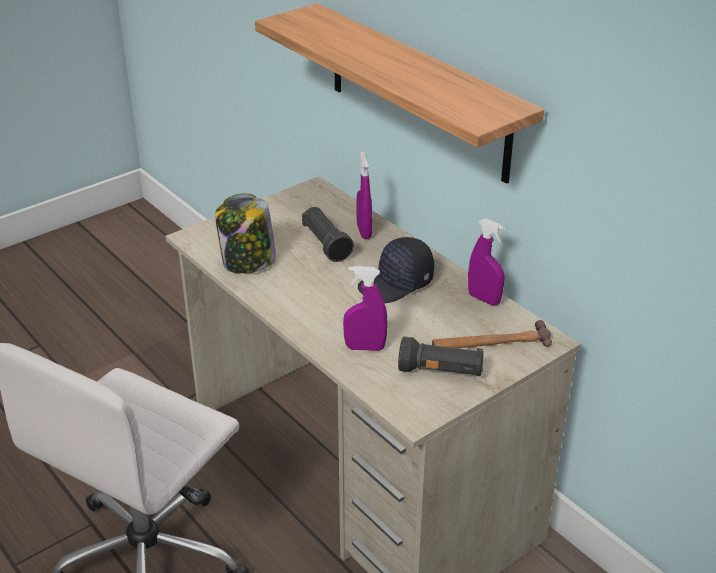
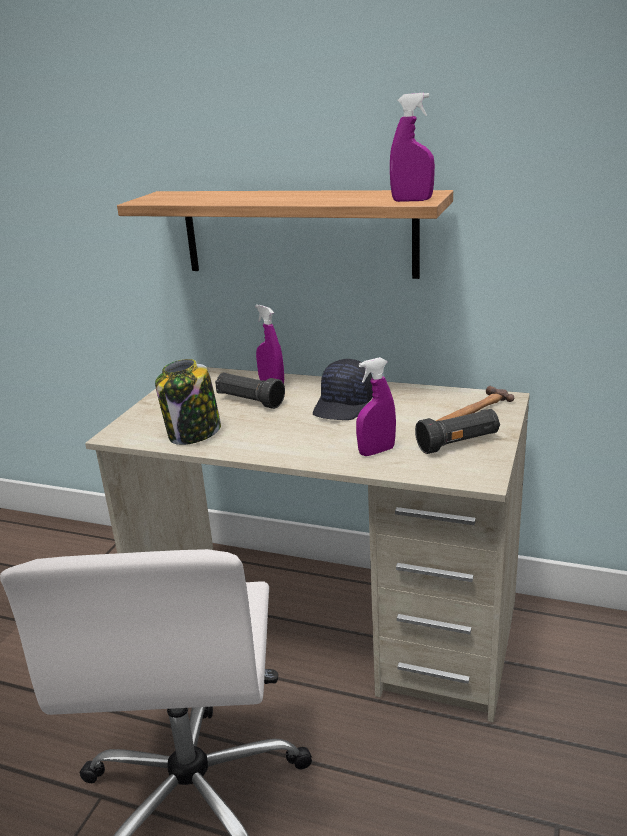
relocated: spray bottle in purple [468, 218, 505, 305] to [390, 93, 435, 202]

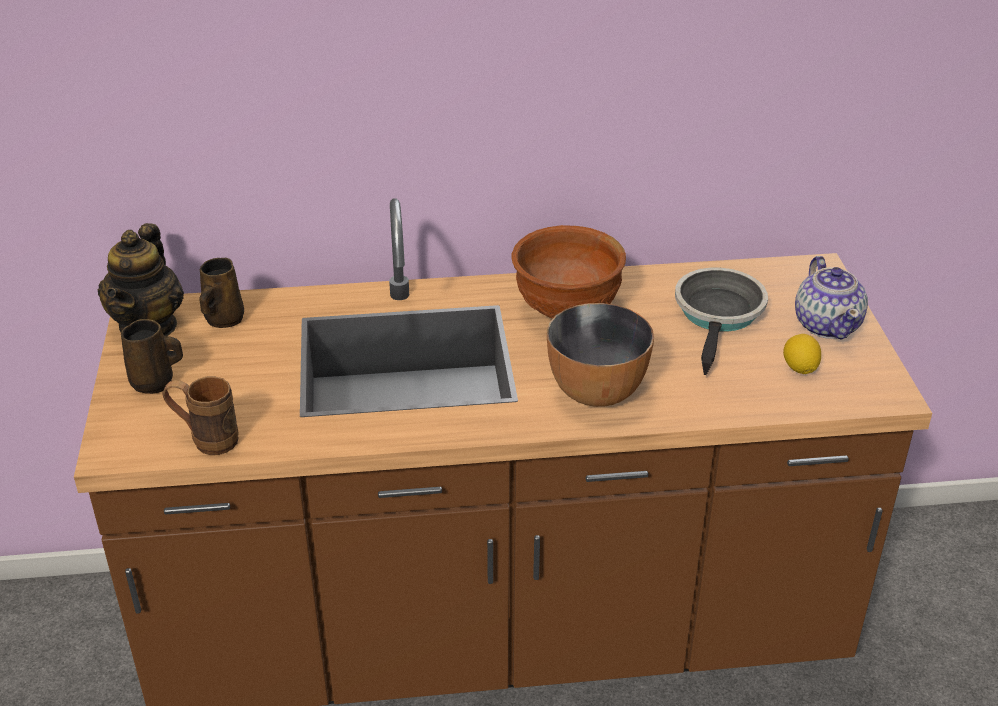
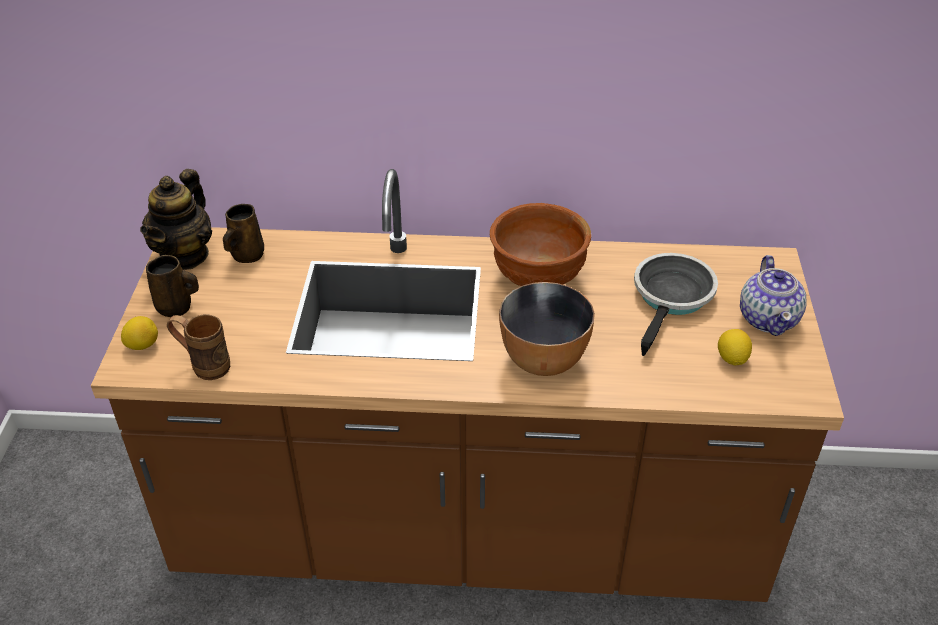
appeared: lemon [121, 316, 158, 350]

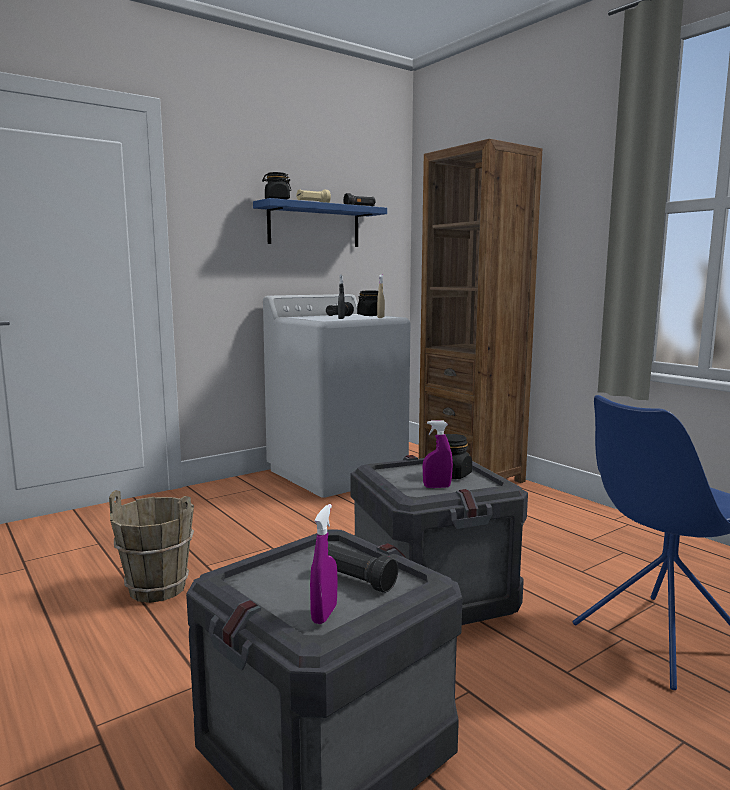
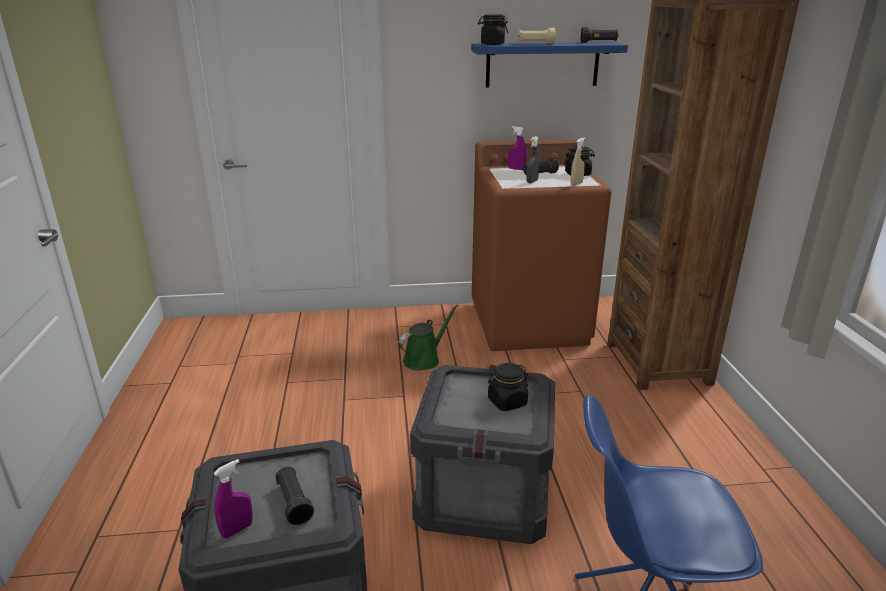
missing: bucket in brown [109, 490, 194, 603]
appeared: watering can in green [398, 304, 459, 370]
relocated: spray bottle in purple [423, 421, 453, 488] to [508, 126, 526, 170]
colour: washing machine in white [263, 294, 410, 498] to washing machine in brown [472, 139, 611, 351]

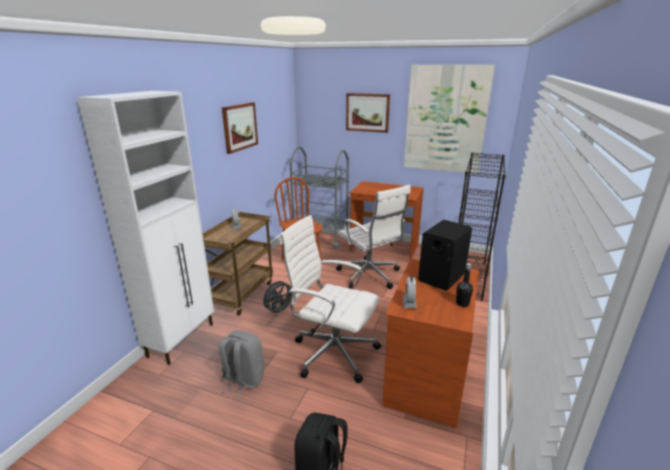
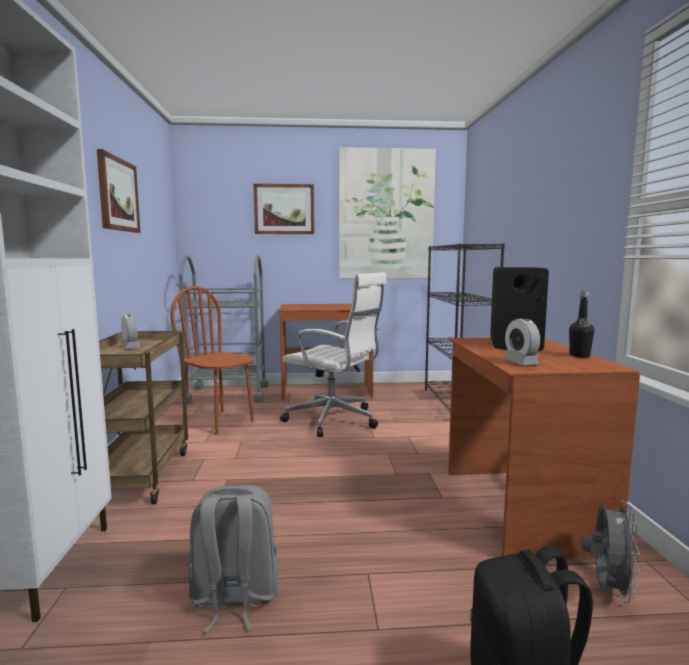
missing: office chair in white [280, 215, 381, 383]
relocated: fan in grey [263, 281, 291, 316] to [581, 501, 640, 603]

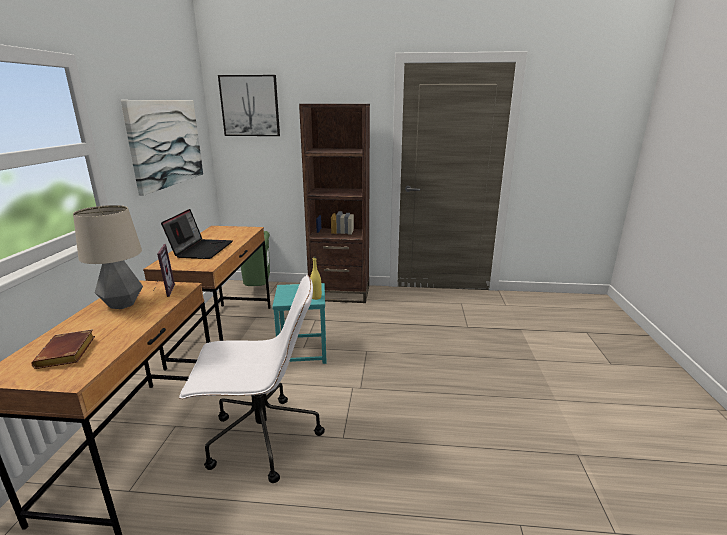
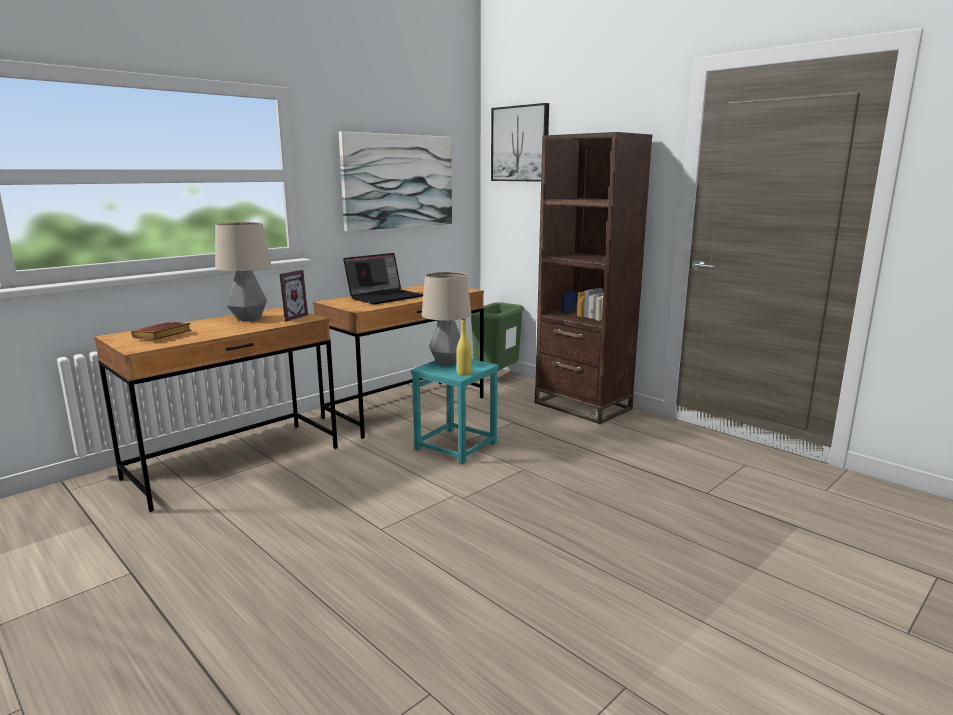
missing: office chair in white [179, 275, 325, 483]
appeared: table lamp [422, 272, 471, 366]

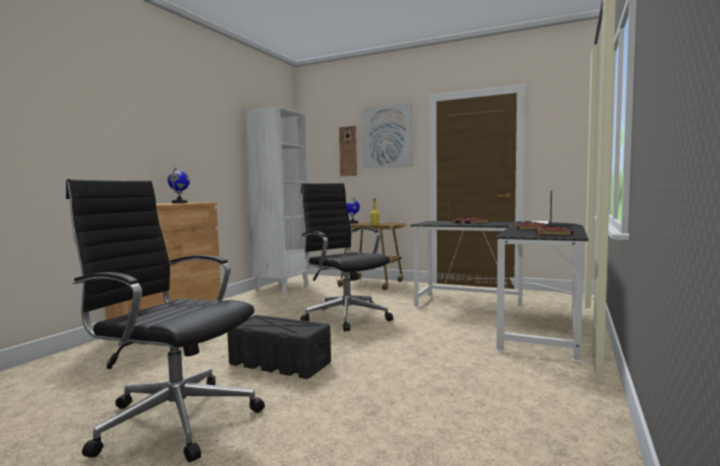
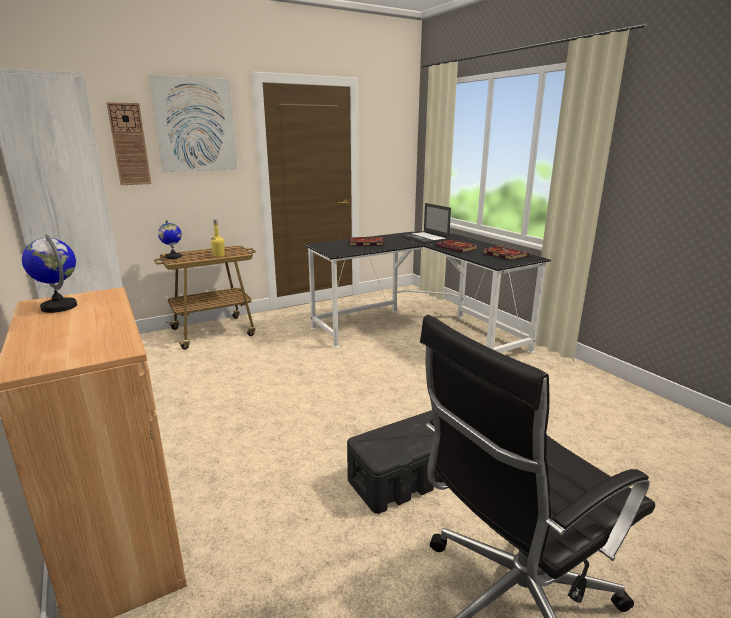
missing: office chair in black [301, 183, 393, 331]

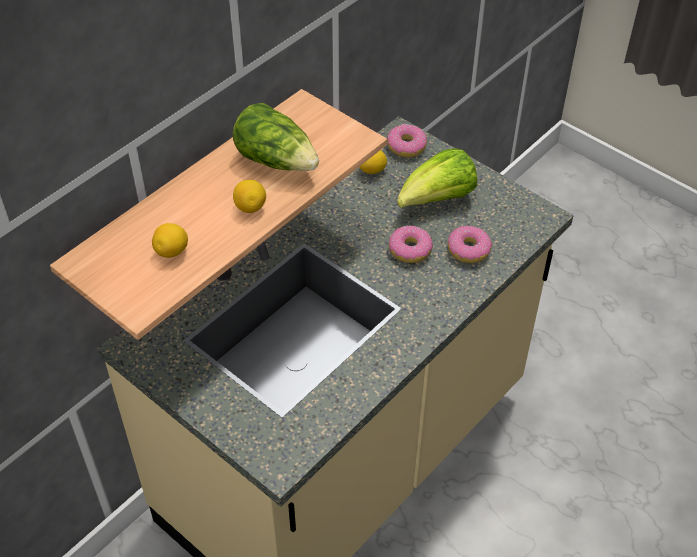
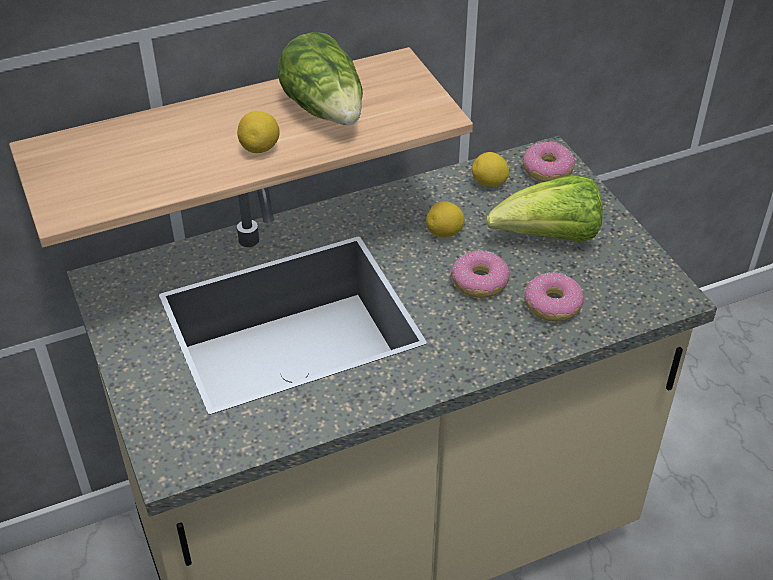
relocated: lemon [152, 223, 188, 258] to [426, 201, 465, 237]

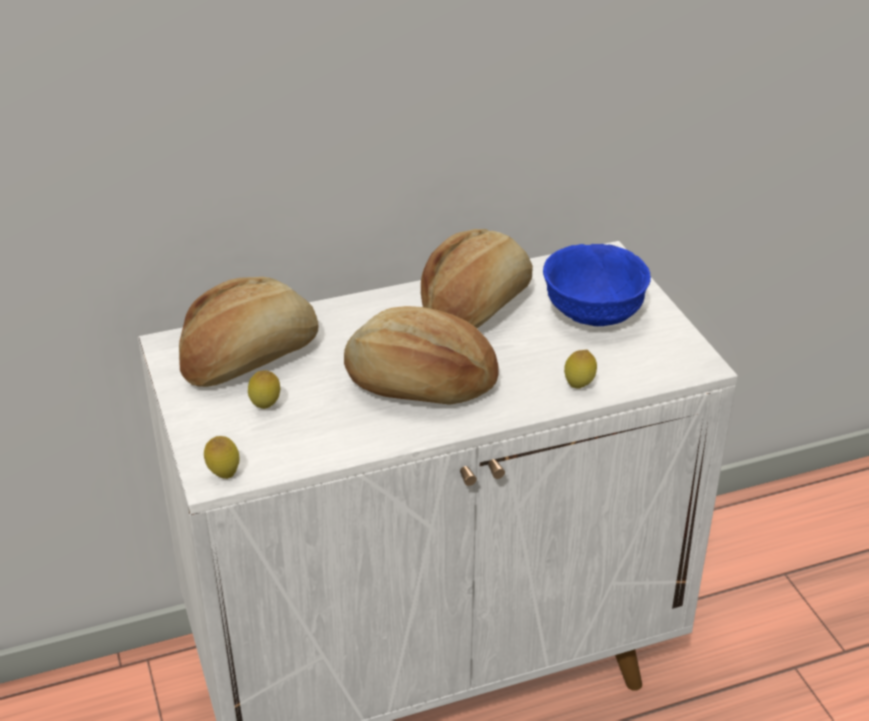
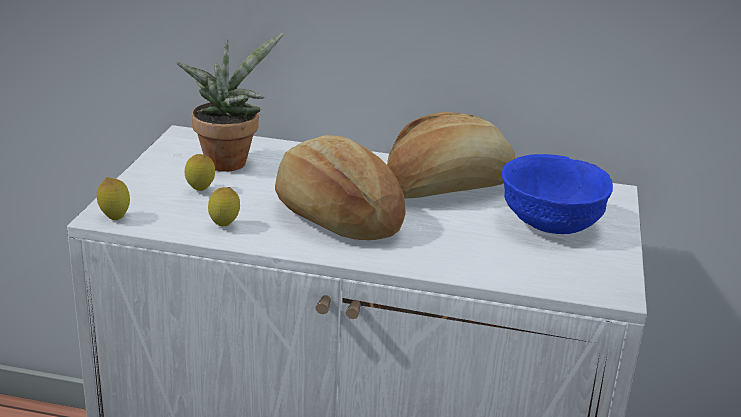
relocated: lemon [564, 350, 597, 389] to [208, 187, 240, 226]
exchanged: bread [179, 277, 318, 387] to potted plant [177, 33, 284, 172]

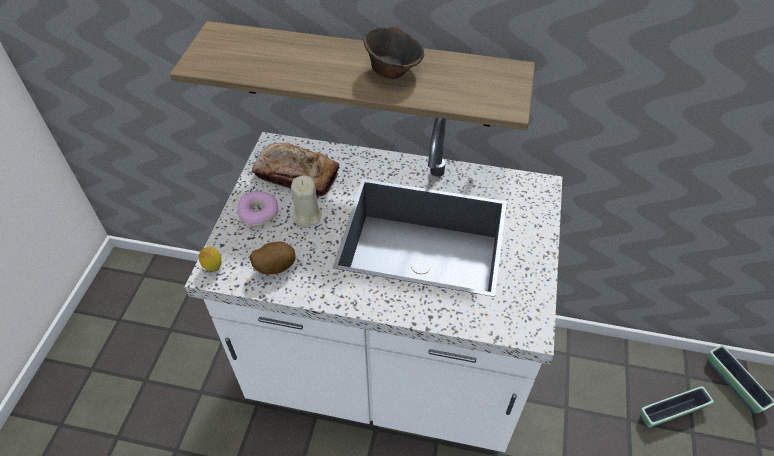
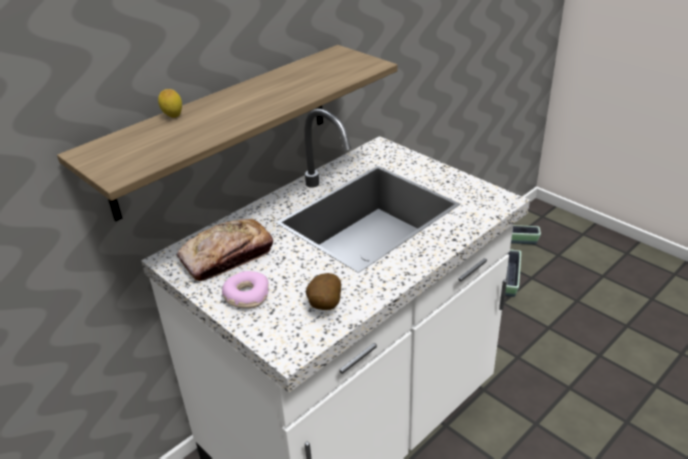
missing: candle in beige [291, 175, 321, 227]; bowl in brown [363, 26, 424, 79]
relocated: lemon [199, 247, 222, 272] to [158, 89, 182, 118]

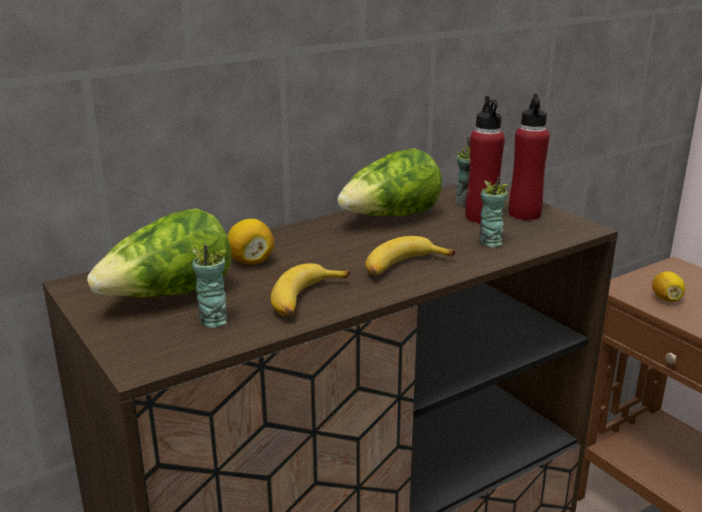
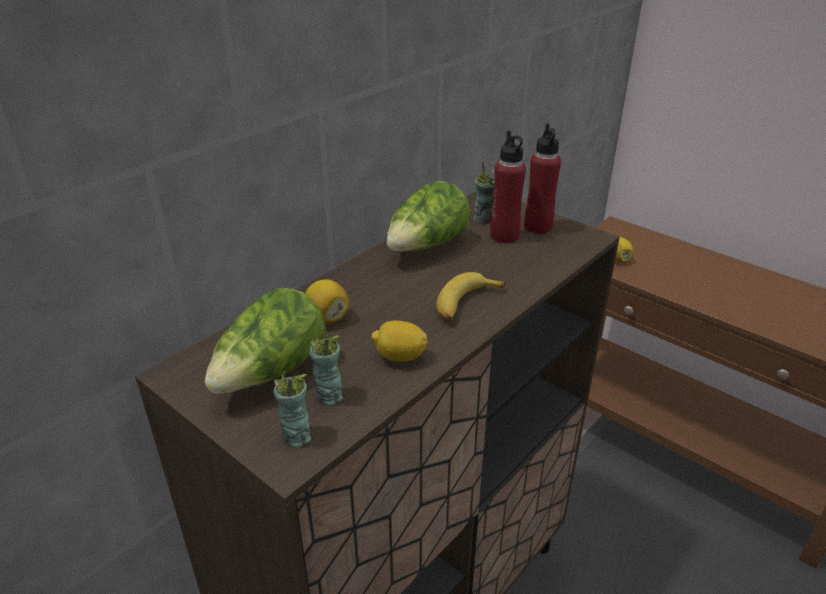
relocated: cup [479, 177, 509, 247] to [273, 371, 311, 448]
exchanged: banana [271, 263, 350, 317] to lemon [371, 321, 428, 362]

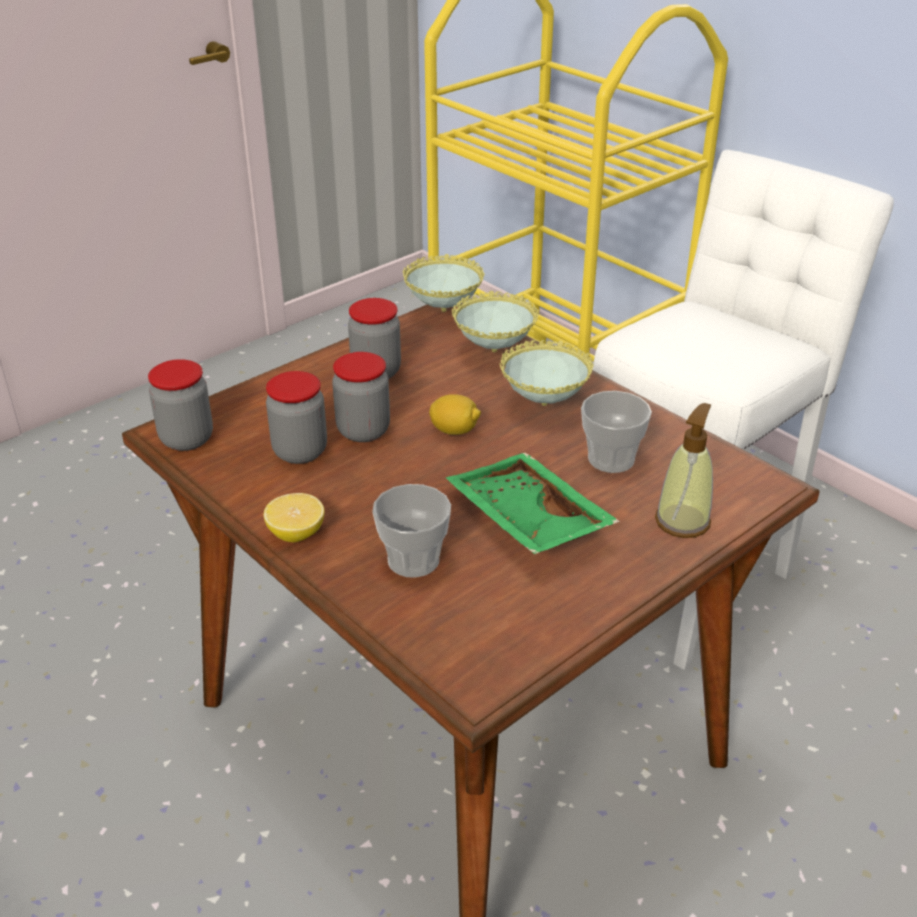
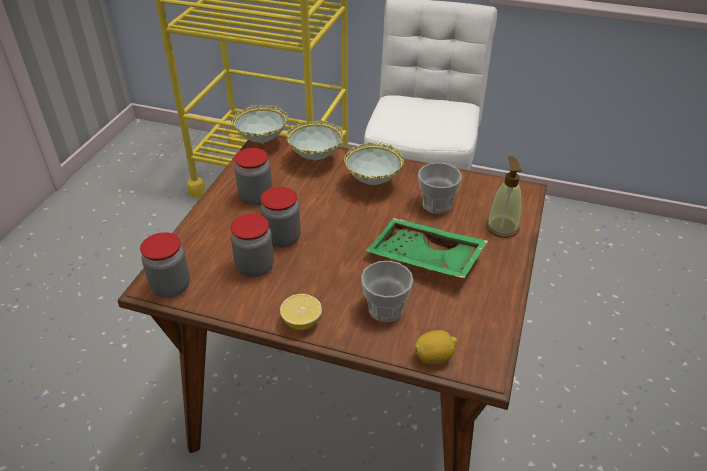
relocated: lemon [429, 394, 481, 435] to [415, 330, 457, 365]

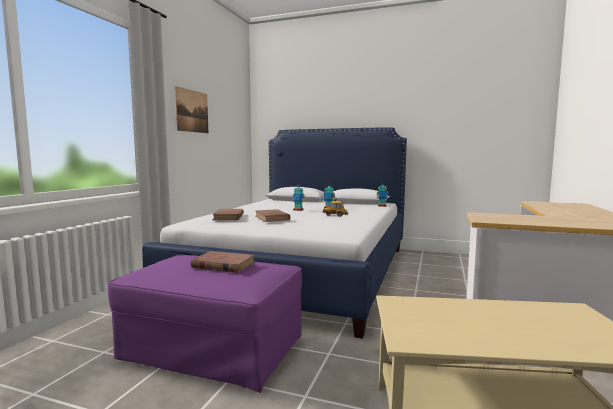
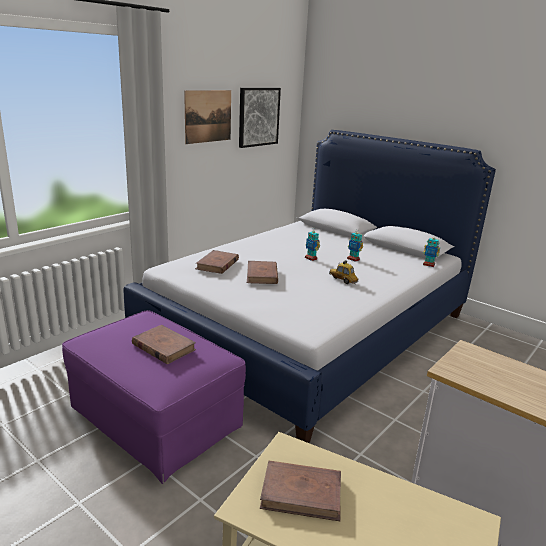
appeared: picture [239, 88, 281, 148]; book in brown [260, 460, 341, 521]

